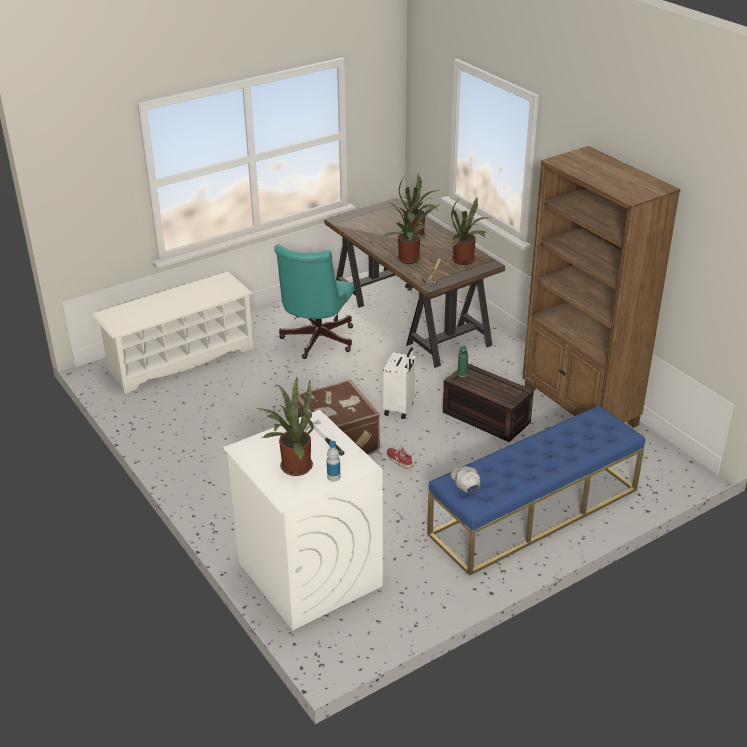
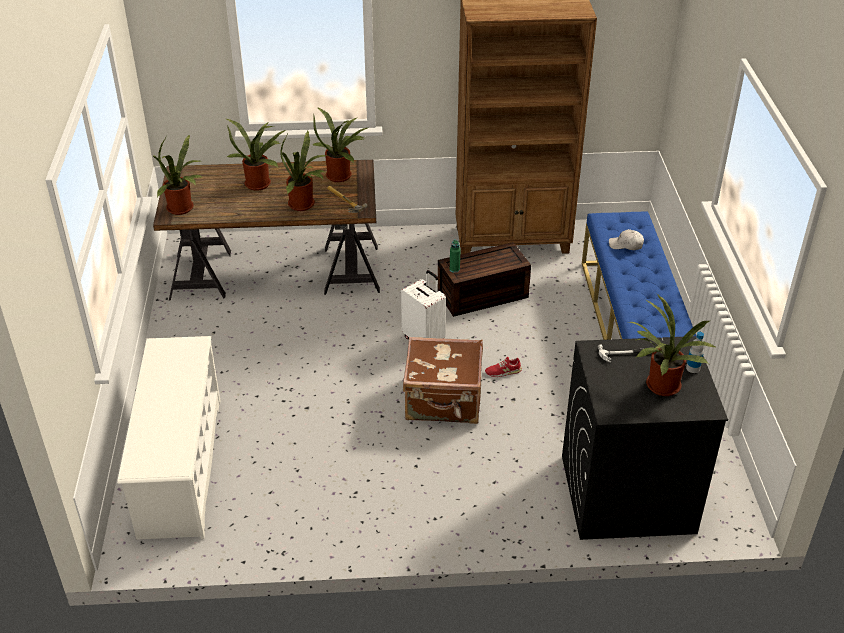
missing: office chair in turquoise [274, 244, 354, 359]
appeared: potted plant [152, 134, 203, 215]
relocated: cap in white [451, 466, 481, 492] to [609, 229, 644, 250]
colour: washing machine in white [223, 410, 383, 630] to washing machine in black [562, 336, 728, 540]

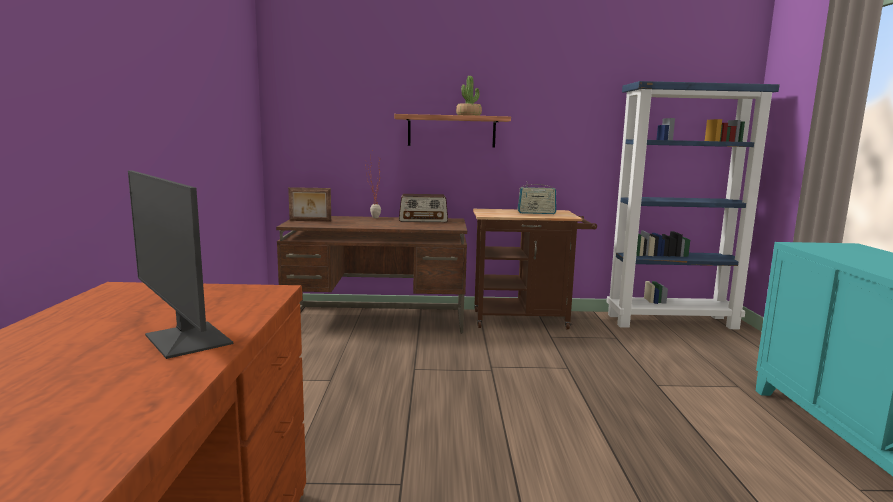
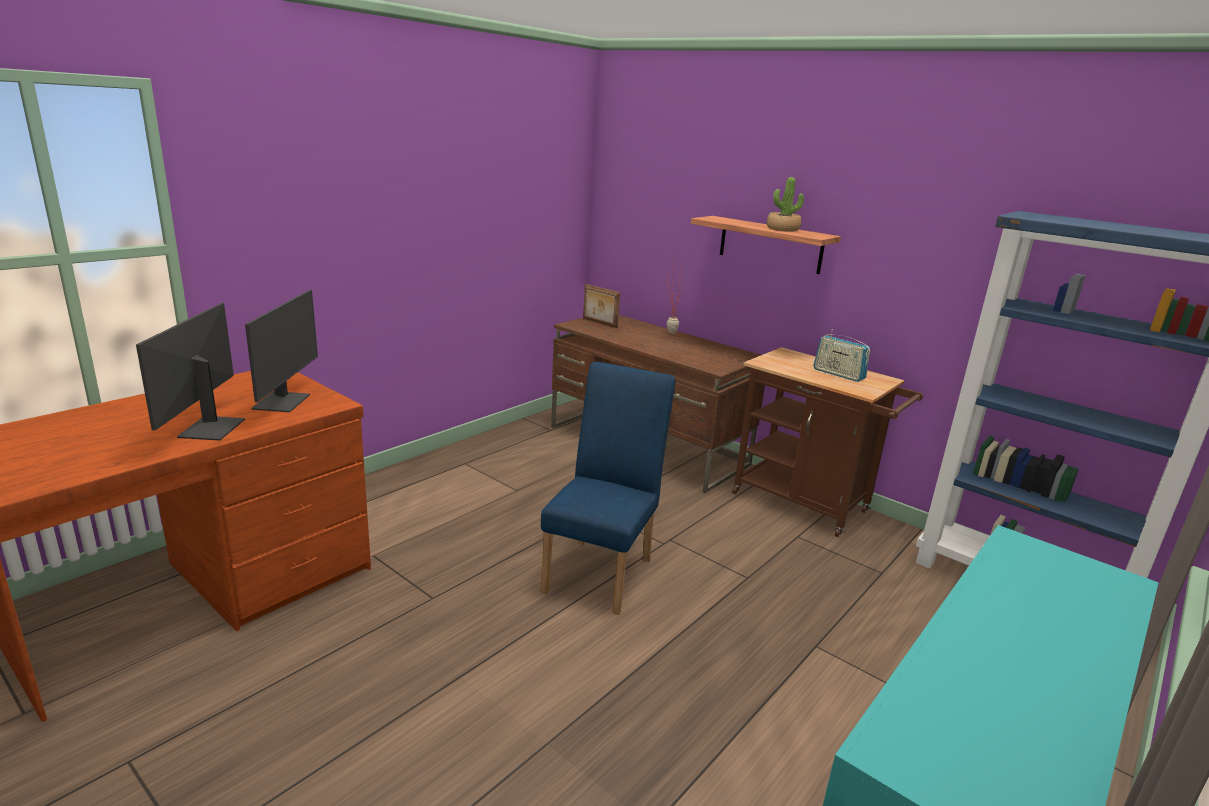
missing: radio [399, 194, 448, 222]
appeared: monitor [245, 290, 318, 412]; chair in blue [541, 362, 676, 615]

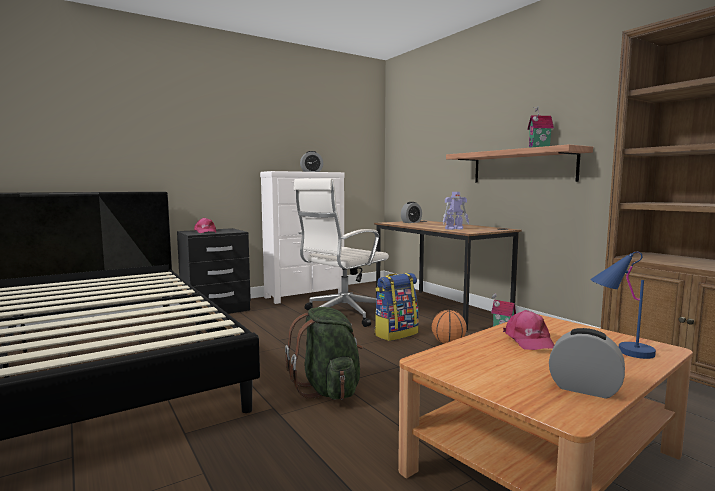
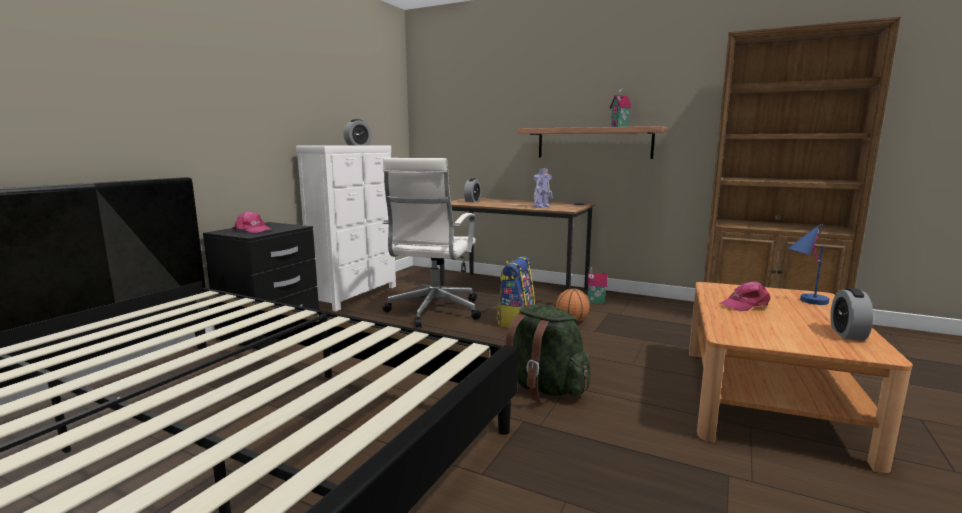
spun: cap in pink [503, 310, 554, 350] = [719, 281, 770, 311] 105 degrees clockwise; alarm clock [549, 328, 625, 399] = [831, 288, 873, 341] 75 degrees counterclockwise

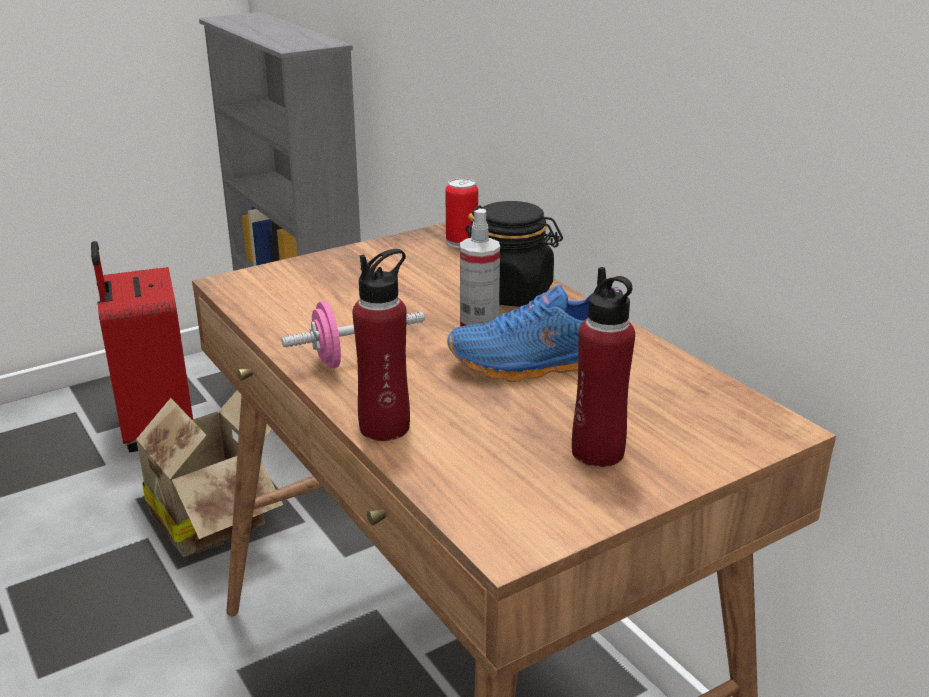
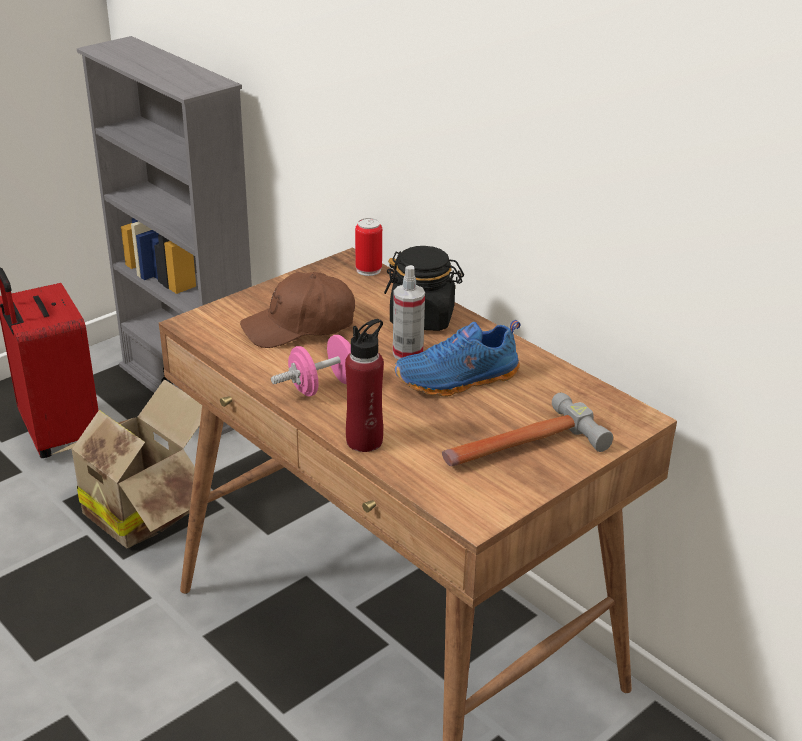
appeared: cap in brown [240, 272, 355, 348]
exchanged: bottle in red [572, 267, 635, 467] to hammer [442, 393, 613, 466]

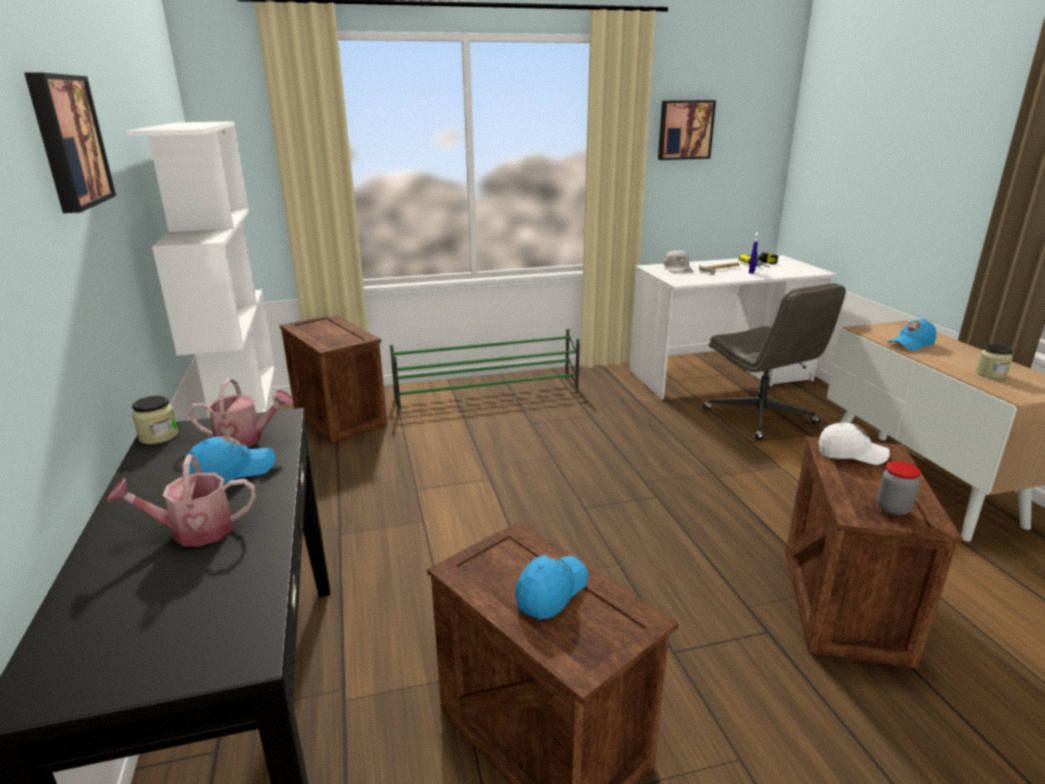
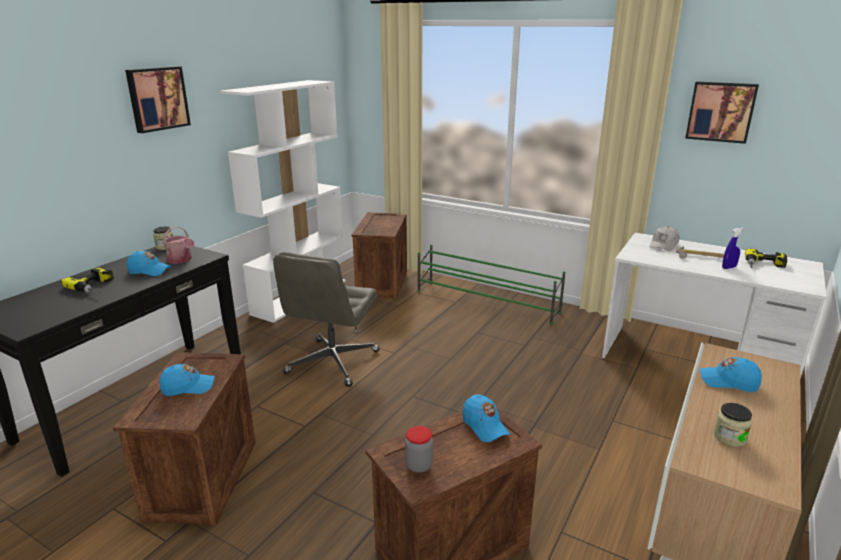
relocated: office chair in grey [703, 283, 846, 440] to [273, 252, 380, 387]
exchanged: watering can [107, 454, 256, 546] to power drill [61, 267, 114, 294]
colour: cap in white [819, 423, 890, 465] to cap in blue [463, 394, 510, 442]

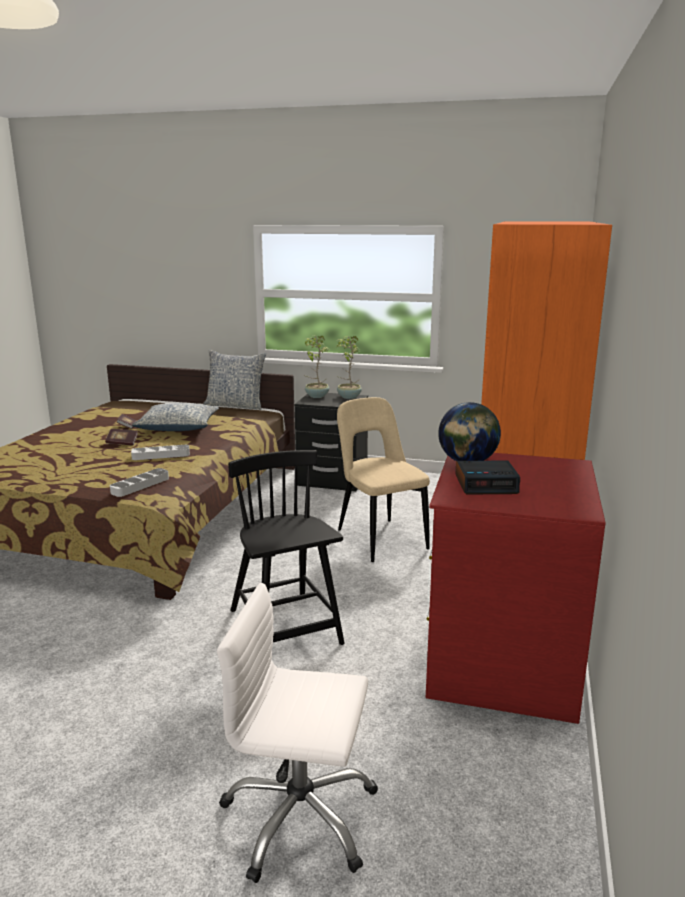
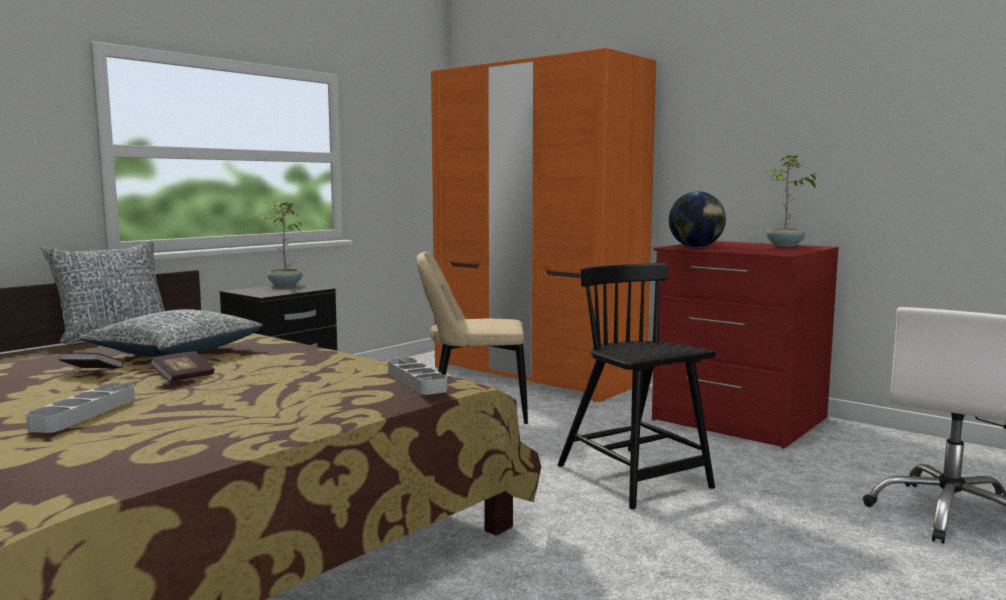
missing: alarm clock [455, 460, 520, 495]
relocated: tray in grey [131, 445, 190, 460] to [26, 383, 135, 433]; potted plant [303, 335, 329, 398] to [766, 154, 821, 247]
spun: chair in black [228, 450, 345, 645] = [558, 263, 716, 509] 60 degrees clockwise

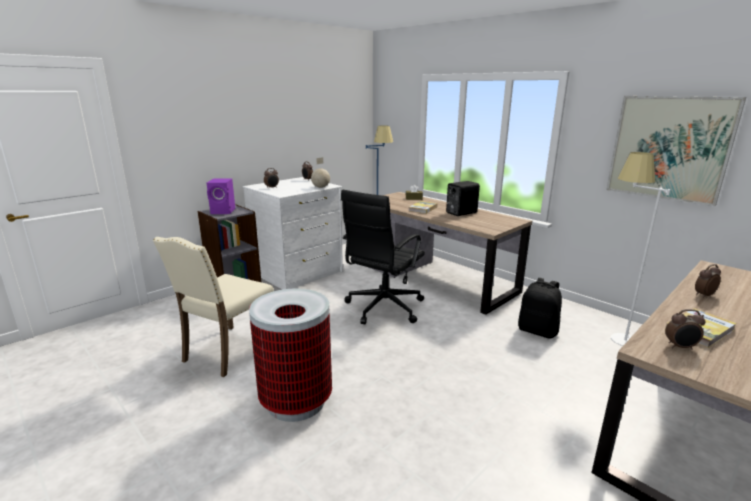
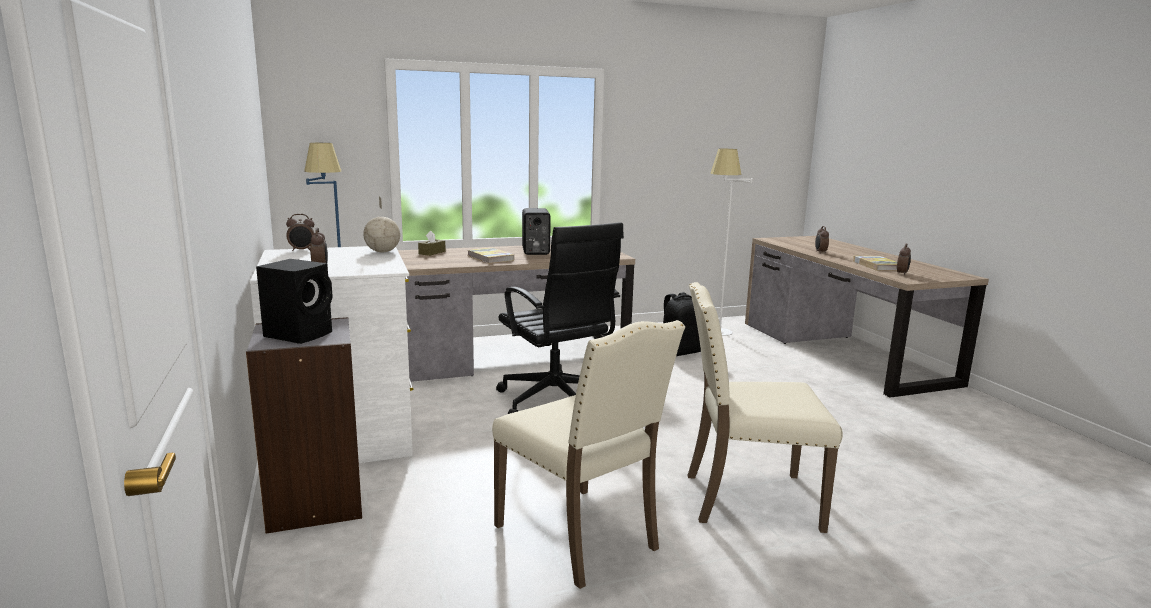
missing: picture [606, 96, 746, 206]
exchanged: trash can [249, 288, 332, 422] to chair in beige [688, 282, 843, 533]
colour: speaker in purple [207, 179, 235, 214] to speaker in black [256, 259, 333, 344]

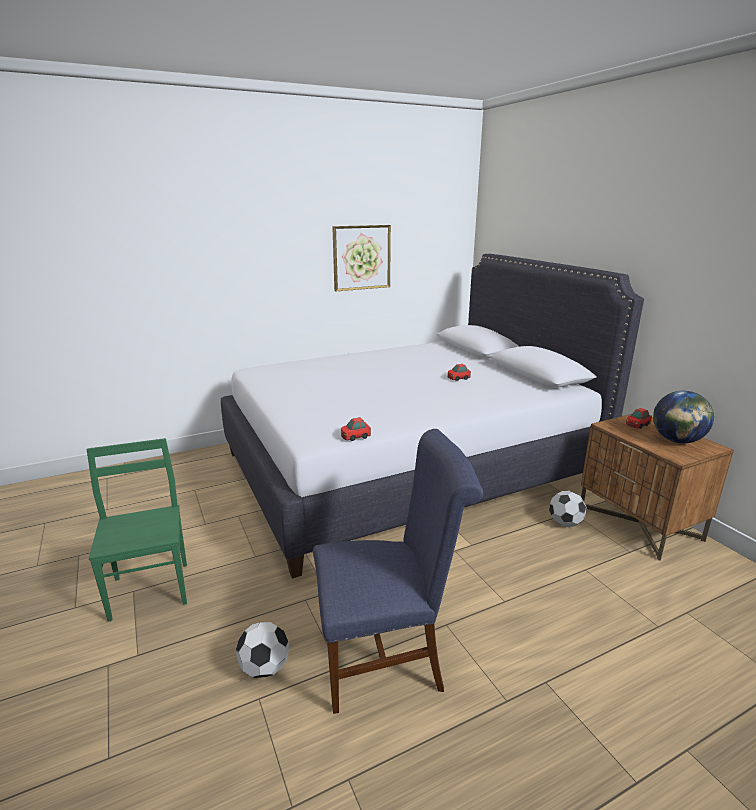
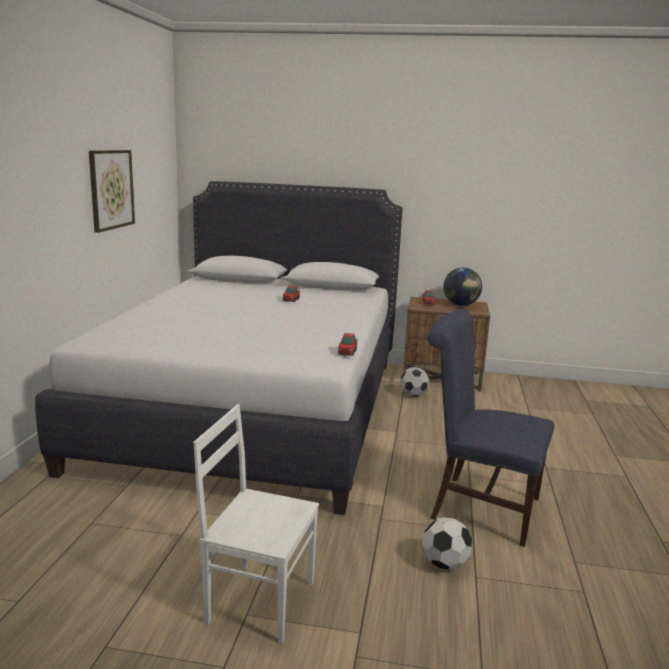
colour: chair in green [86, 438, 187, 622] to chair in white [193, 404, 319, 644]
spun: chair in blue [313, 429, 483, 714] = [427, 309, 555, 547] 90 degrees counterclockwise

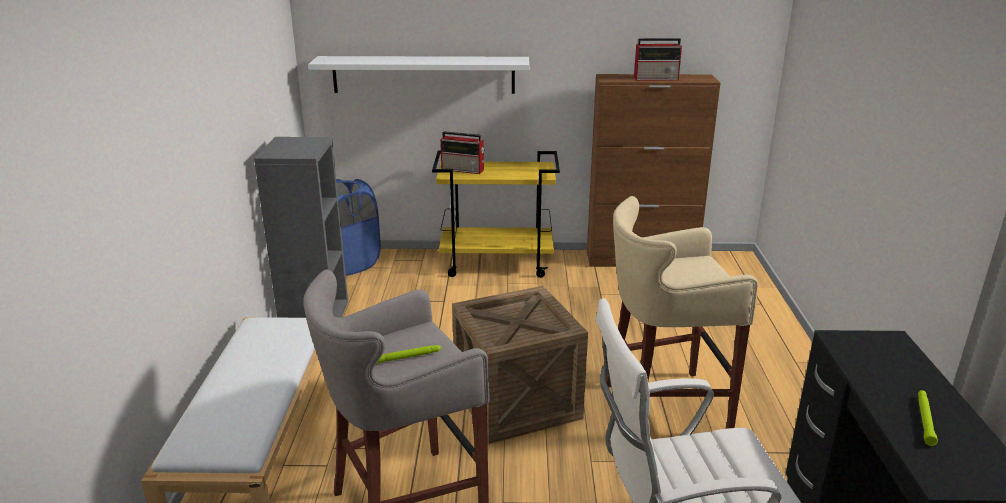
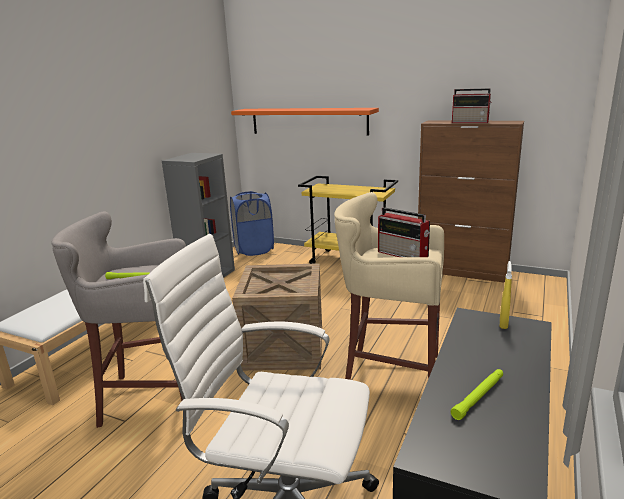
appeared: spray bottle in yellow [500, 261, 512, 329]
relocated: radio [440, 131, 485, 174] to [378, 207, 430, 257]
colour: shelf in white [308, 56, 529, 94] to shelf in orange [231, 108, 379, 136]

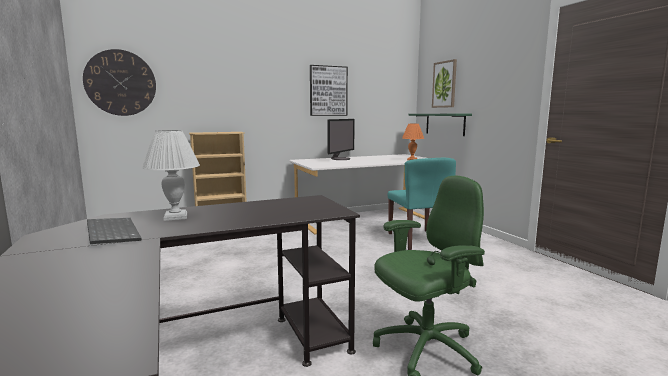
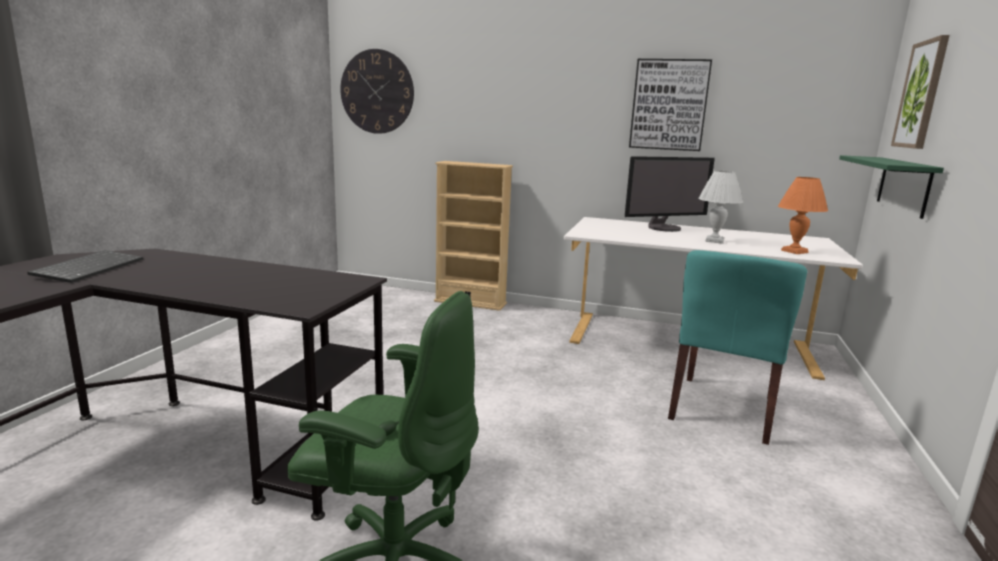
relocated: table lamp in white [142, 130, 200, 221] to [698, 171, 743, 244]

